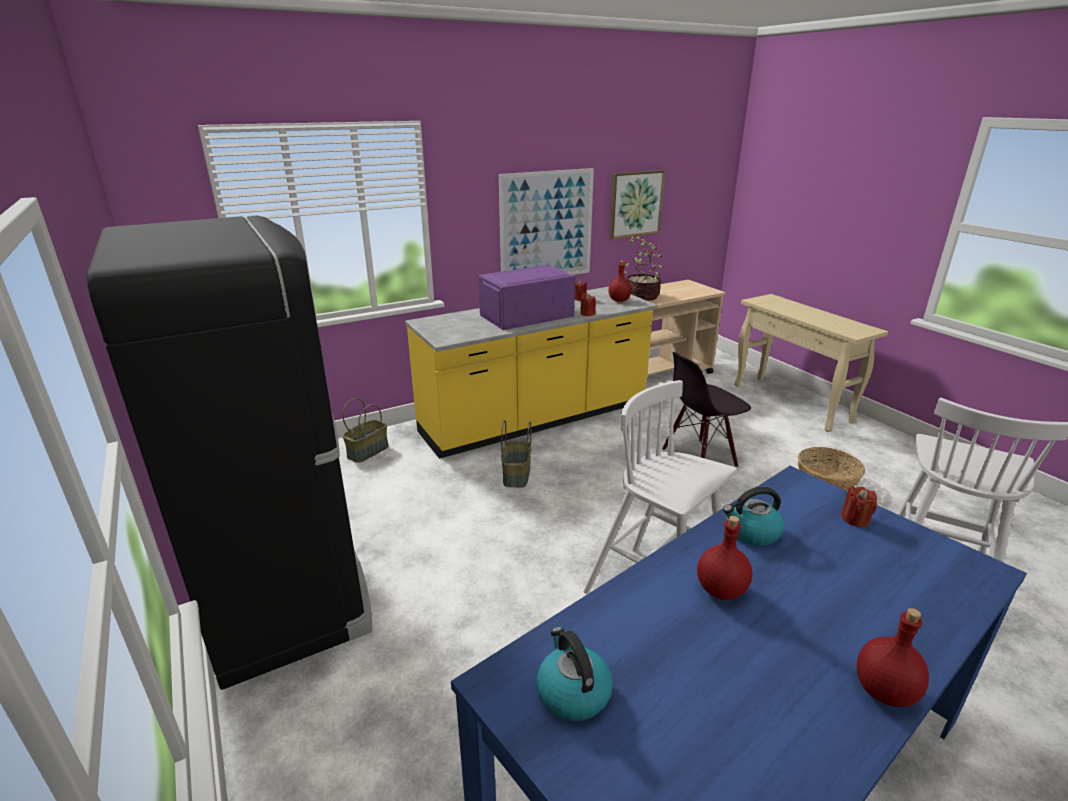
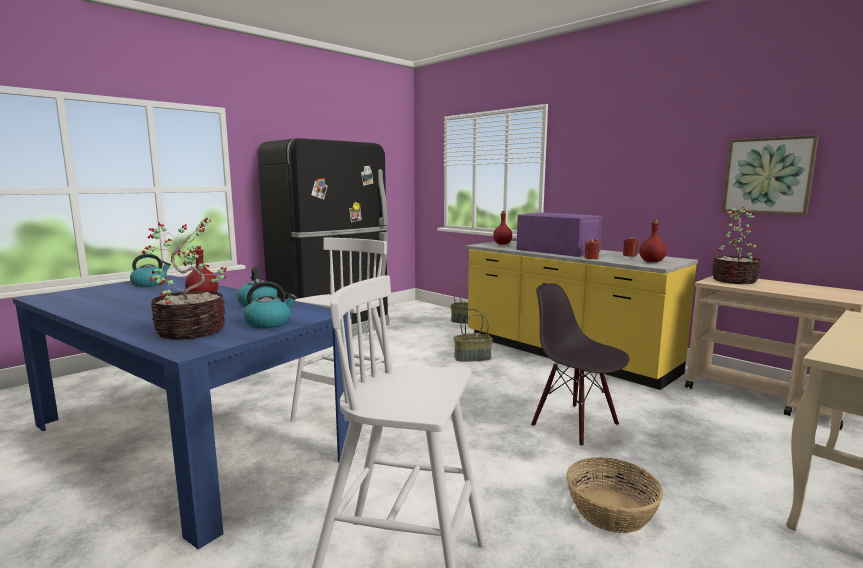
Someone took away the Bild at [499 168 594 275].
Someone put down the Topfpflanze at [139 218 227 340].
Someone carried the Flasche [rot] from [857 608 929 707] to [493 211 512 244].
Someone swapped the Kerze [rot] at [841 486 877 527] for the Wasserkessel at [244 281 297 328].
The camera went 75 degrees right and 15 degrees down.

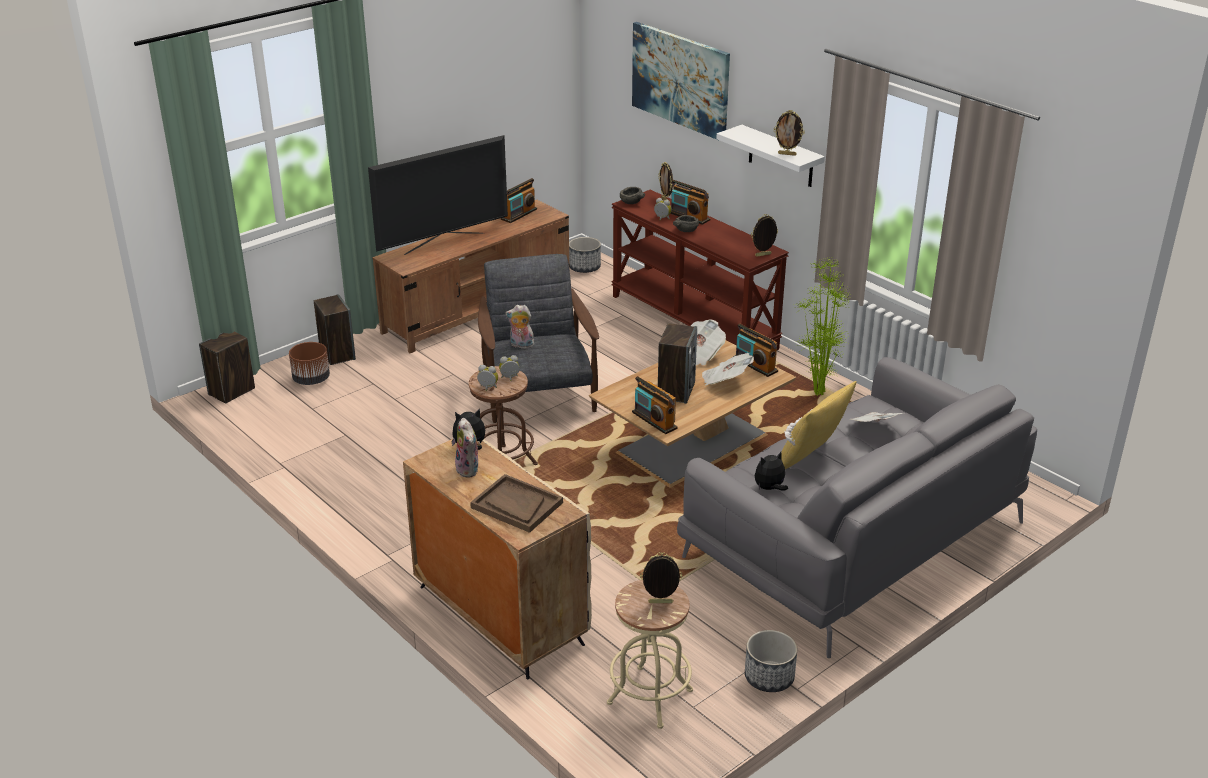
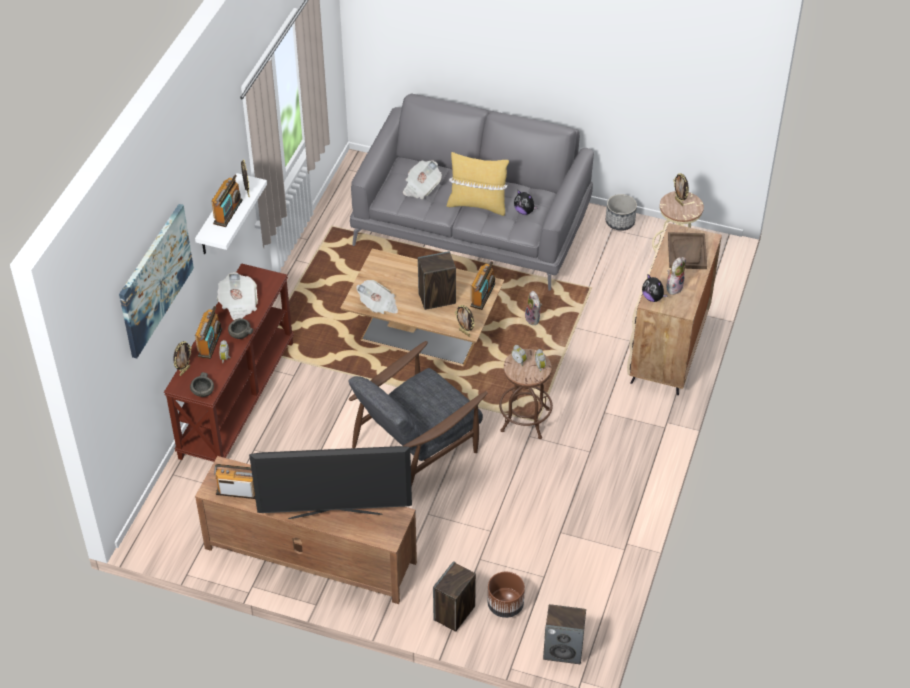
Someone took away the Pflanzkübel at [569 237 601 273].
Someone took away the Topfpflanze at [794 258 850 396].
Someone carried the Plüschtier from [505 305 534 349] to [525 291 542 325].
Someone carried the Zeitung from [702 353 754 386] to [217 272 258 320].
Someone carried the Radio from [733 323 778 377] to [211 175 243 227].
Someone carried the Bilderrahmen from [751 214 778 257] to [455 305 475 337].
Someone rotated the Fernseher at [368 135 508 255] by 150 degrees clockwise.
The camera went 120 degrees left and 15 degrees up.

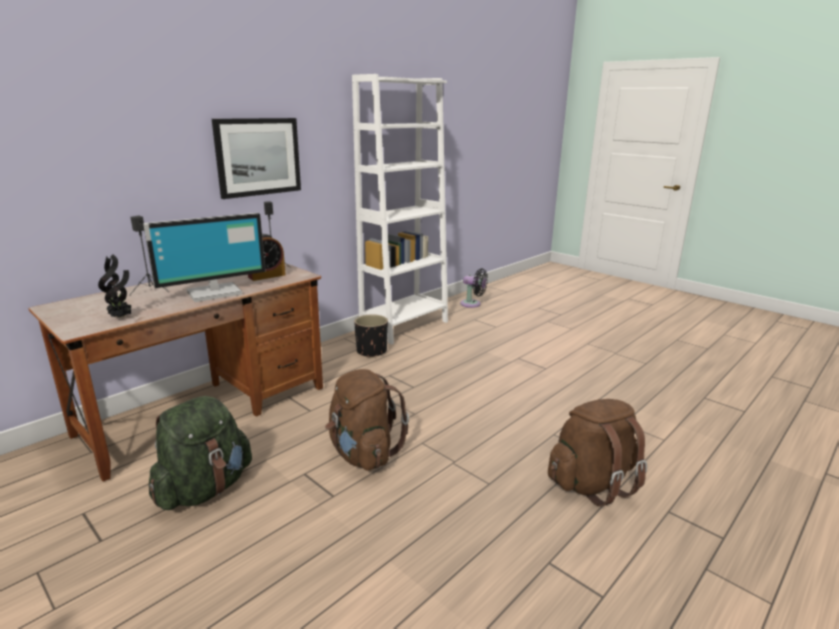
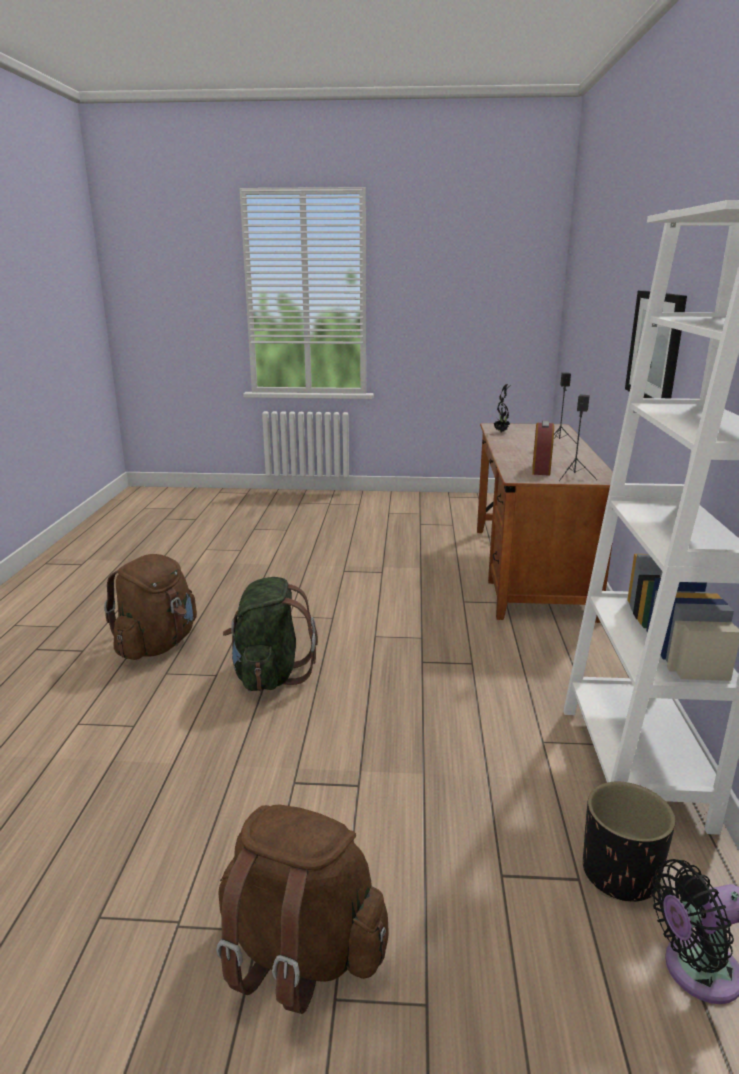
Someone took away the Monitor at [143 213 266 302].
Someone carried the Rucksack [grün] from [149 396 252 510] to [223 577 318 691].
Someone carried the Rucksack [braun] from [325 369 409 471] to [216 804 389 1014].
Someone carried the Pflanzkübel [schwarz] from [354 314 388 358] to [583 782 675 902].
The camera went 140 degrees right and 0 degrees up.

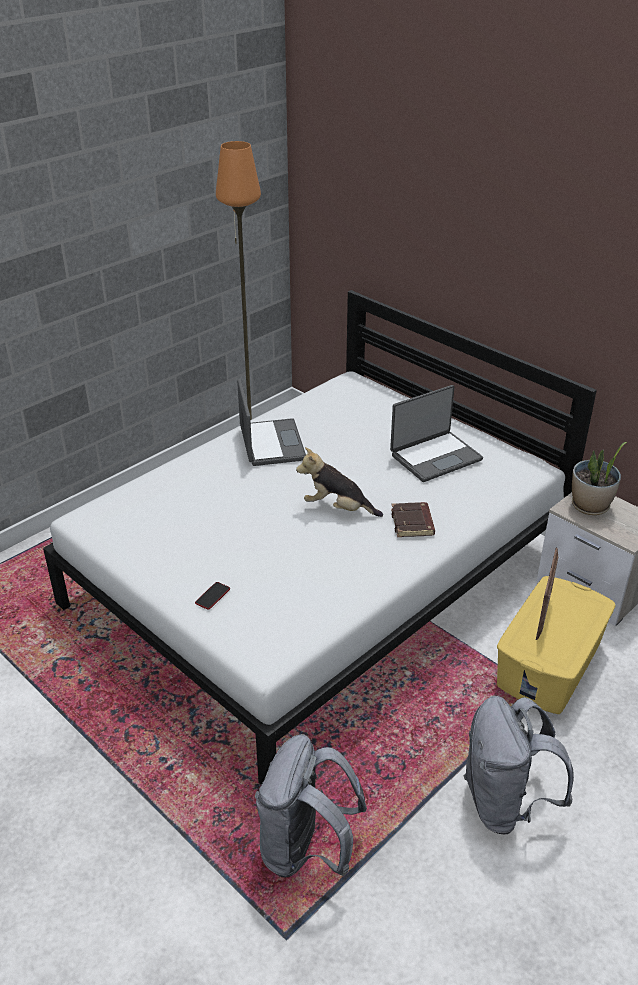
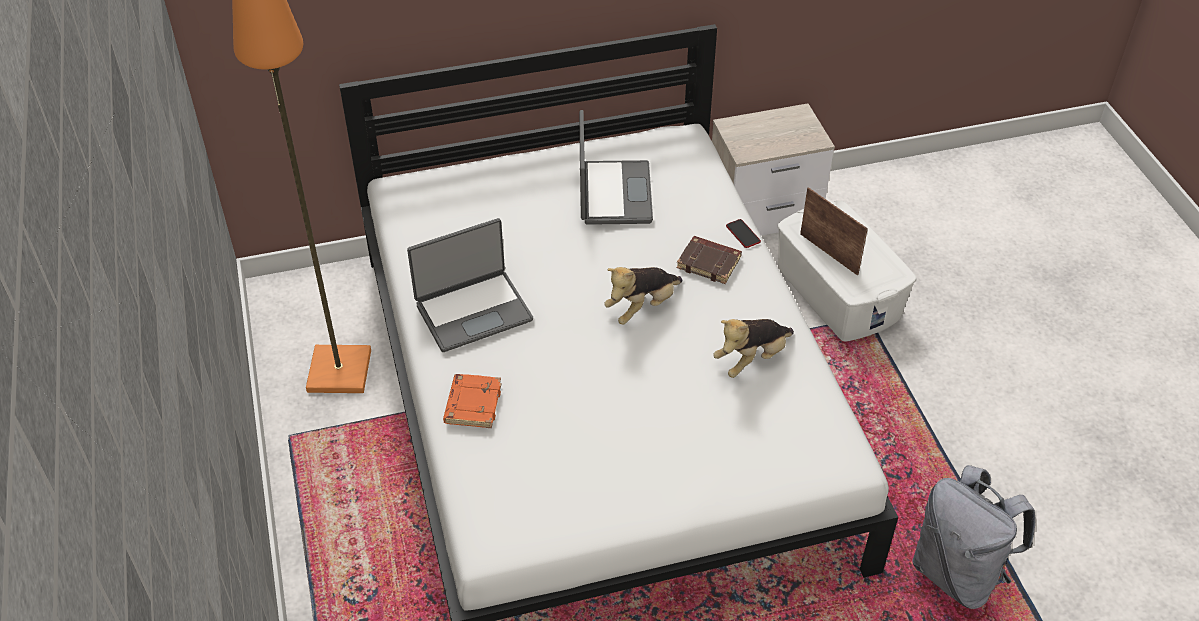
Someone took away the Rucksack [grau] at [464 696 574 834].
Someone took away the Topfpflanze at [572 442 627 515].
Someone put down the Buch [orange] at [443 374 502 428].
Someone put down the Plüschtier at [713 319 794 378].
Someone carried the Handy from [195 582 230 610] to [726 219 761 248].
Someone repainted the Aufbewahrungsbox [gelb] at [497 576 616 714], which became the Aufbewahrungsbox [weiß] at [778 201 917 341].
Someone rotated the Laptop at [237 379 306 466] by 135 degrees clockwise.
The camera went 60 degrees left and 10 degrees up.

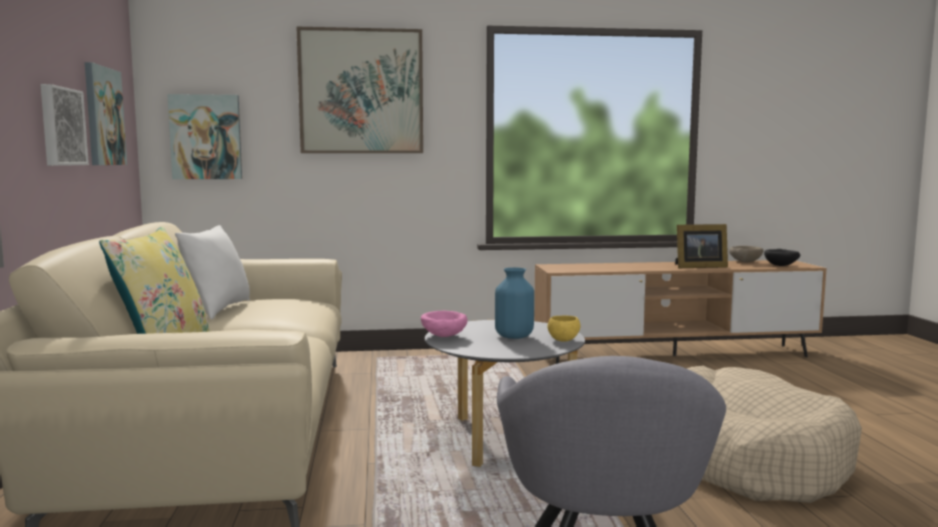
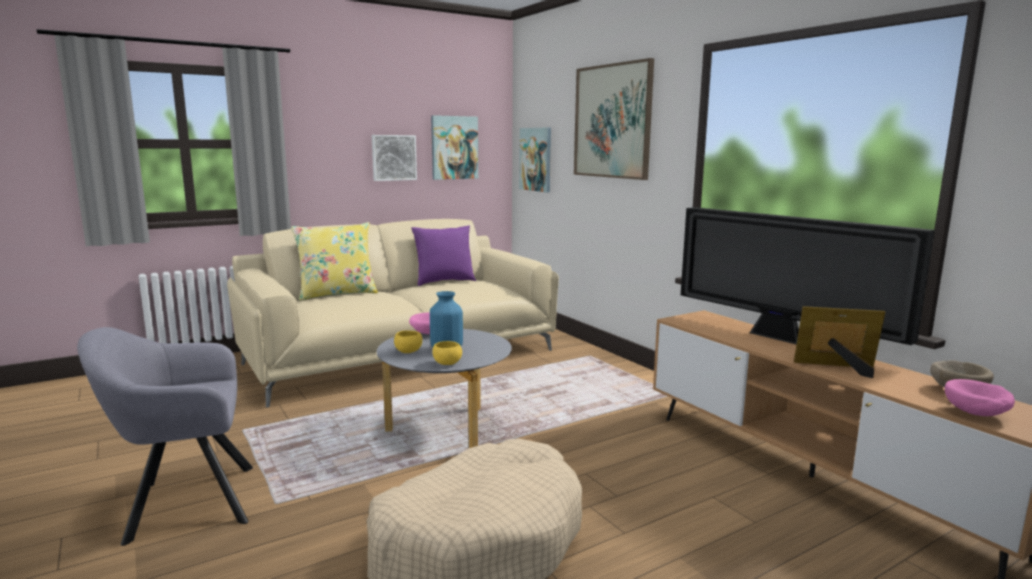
Someone put down the Schüssel [gelb] at [394 331 422 353].
Someone put down the Fernseher at [681 207 935 345].
Someone repainted the Kissen [weiß] at [175 225 250 319], which became the Kissen [lila] at [411 226 476 286].
Someone repainted the Schüssel [schwarz] at [764 249 800 266], which became the Schüssel [rosa] at [945 379 1015 416].
Someone rotated the Bilderrahmen at [675 224 728 268] by 135 degrees clockwise.
The camera went 65 degrees right and 5 degrees up.

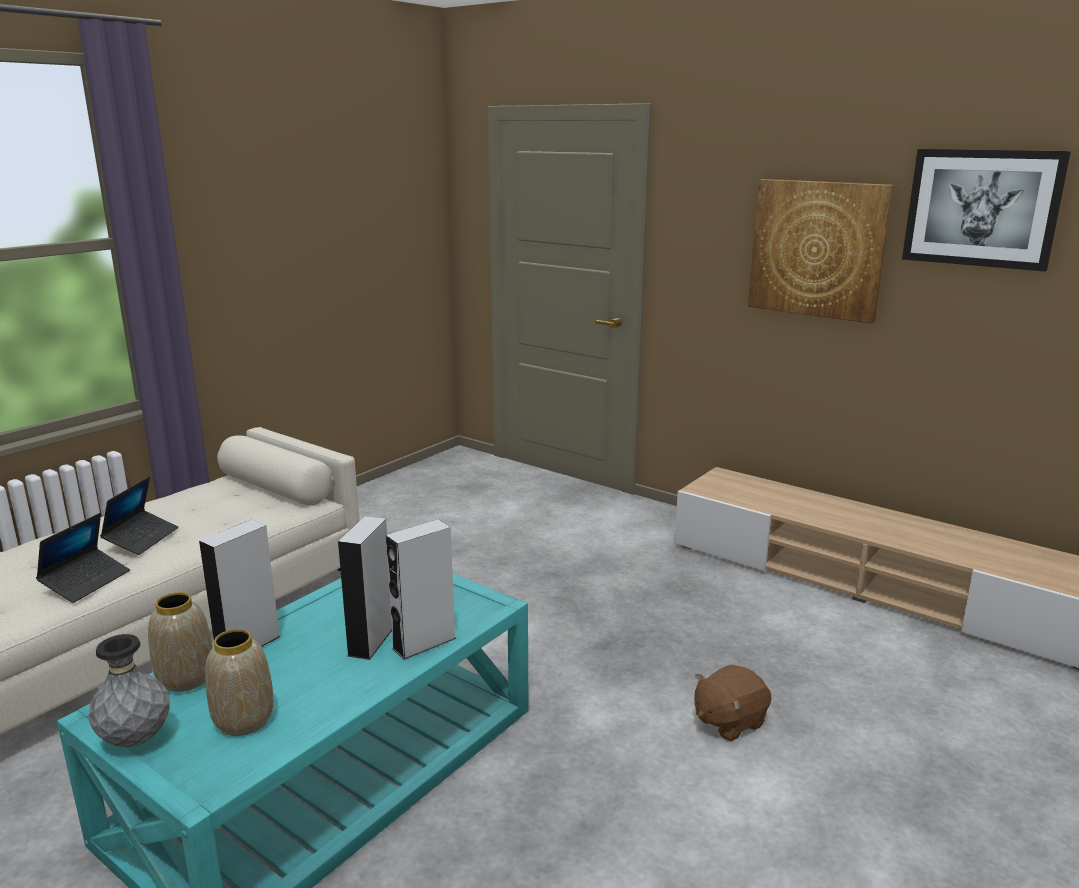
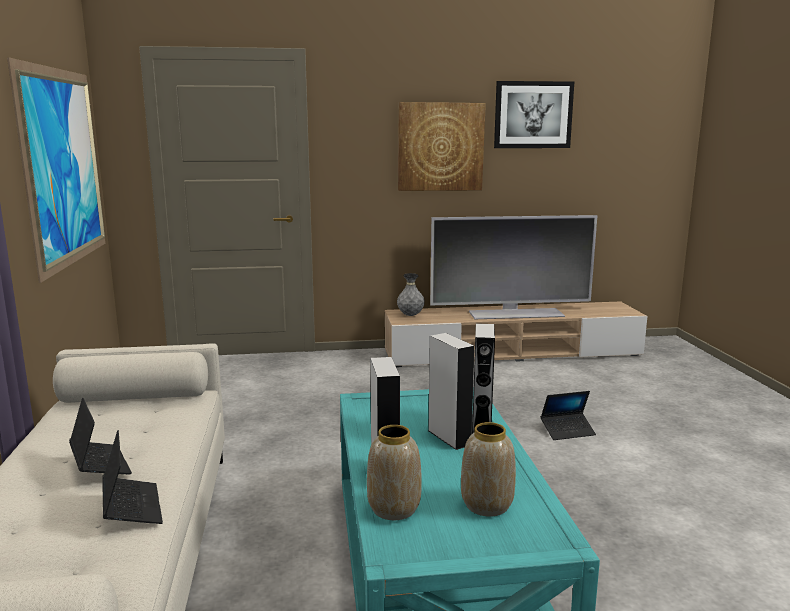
Someone put up the Bild at [7 57 105 283].
Someone put down the Fernseher at [430 215 598 319].
Someone carried the Vase [grau] from [88 634 170 747] to [397 273 425 316].
Someone swapped the Plüschtier [braun] at [694 665 772 741] for the Laptop at [541 391 596 440].
The camera went 45 degrees left and 5 degrees down.

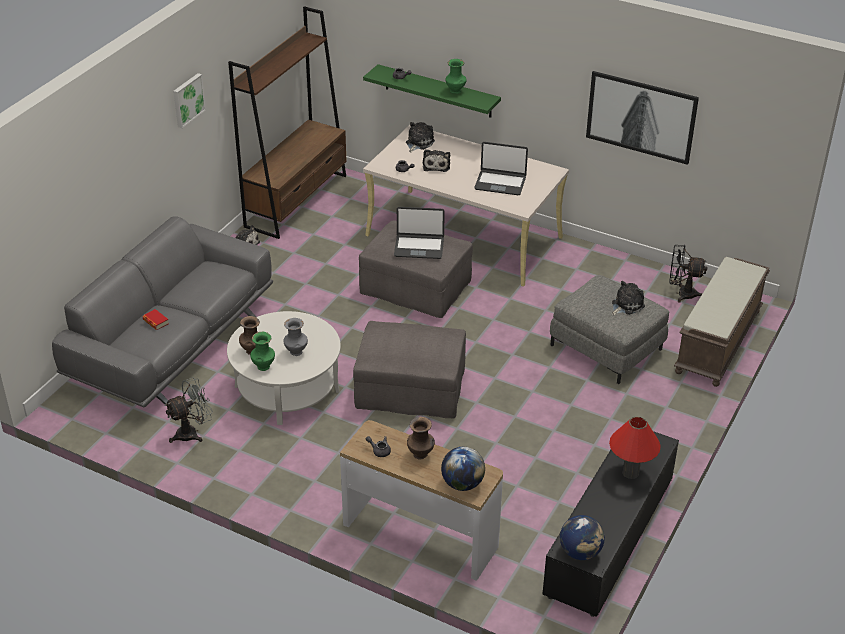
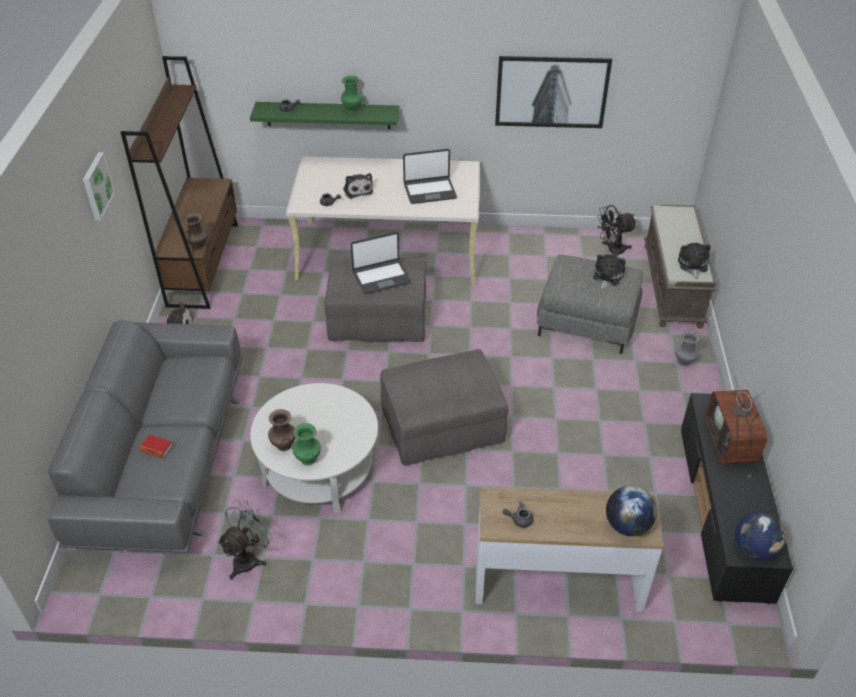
Someone carried the Vase [grau] from [283 318 308 356] to [675 331 700 366].
Someone carried the Plüschtier from [406 122 435 152] to [678 243 711 279].
Someone carried the Vase [braun] from [407 417 435 460] to [184 213 208 250].
Someone swapped the Tischlampe [rot] at [609 417 661 479] for the Fernseher at [705 369 768 478].
The camera went 25 degrees left and 5 degrees up.

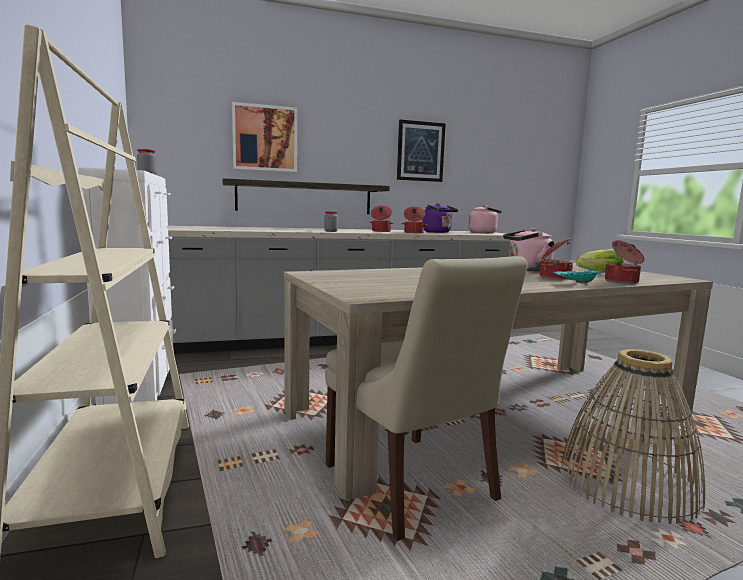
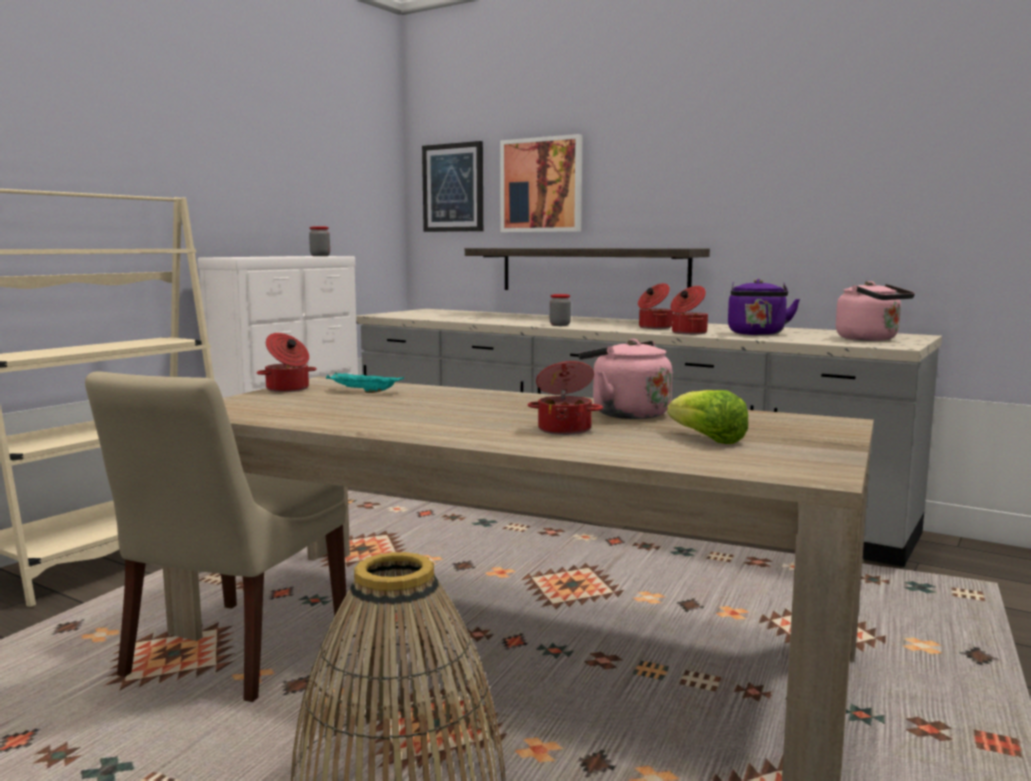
Someone carried the Bild from [397 120 446 182] to [422 141 483 232].
Someone carried the Tablett [türkis] from [553 268 603 284] to [326 373 404 393].
Someone carried the Kochtopf from [605 240 644 284] to [257 333 316 392].
The camera went 50 degrees right and 0 degrees up.

